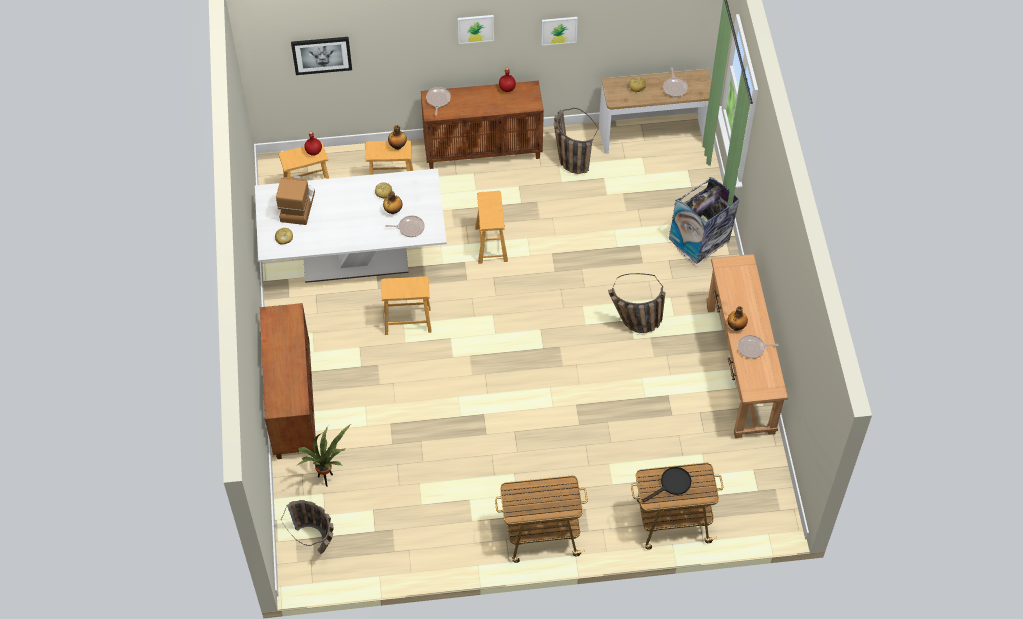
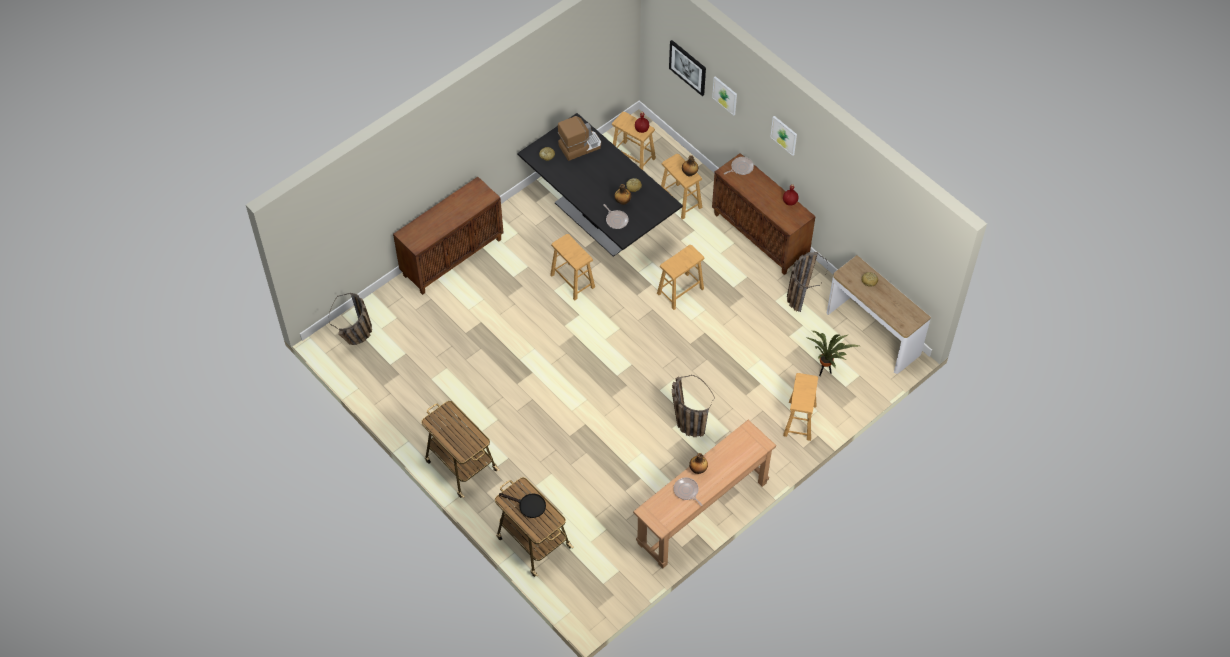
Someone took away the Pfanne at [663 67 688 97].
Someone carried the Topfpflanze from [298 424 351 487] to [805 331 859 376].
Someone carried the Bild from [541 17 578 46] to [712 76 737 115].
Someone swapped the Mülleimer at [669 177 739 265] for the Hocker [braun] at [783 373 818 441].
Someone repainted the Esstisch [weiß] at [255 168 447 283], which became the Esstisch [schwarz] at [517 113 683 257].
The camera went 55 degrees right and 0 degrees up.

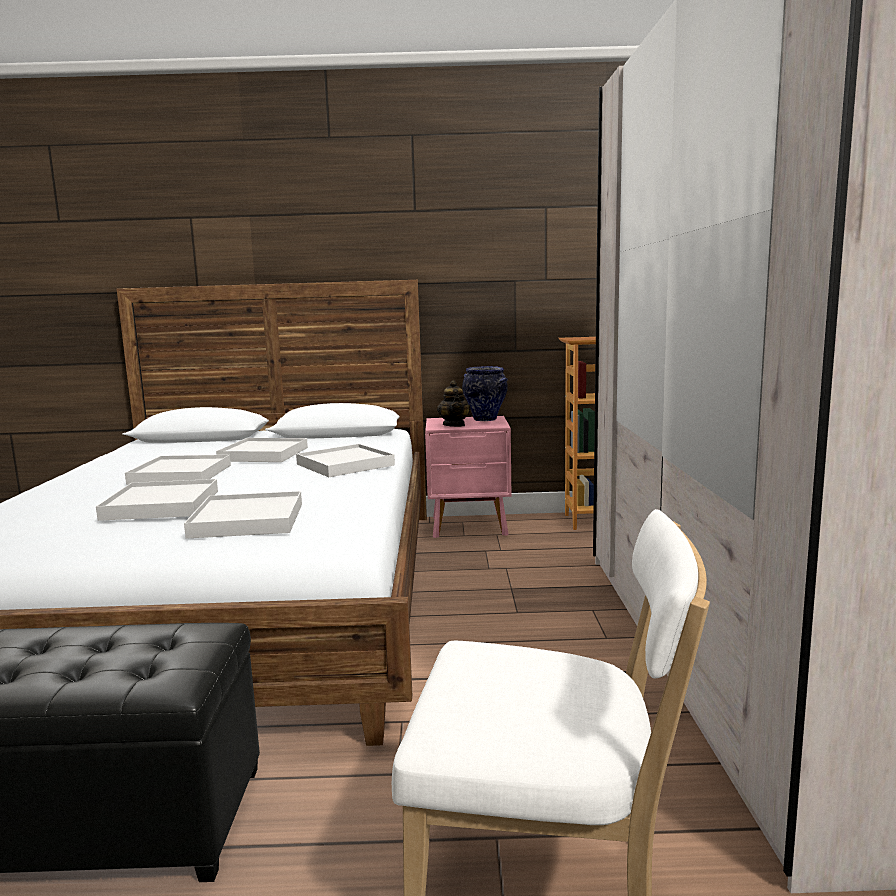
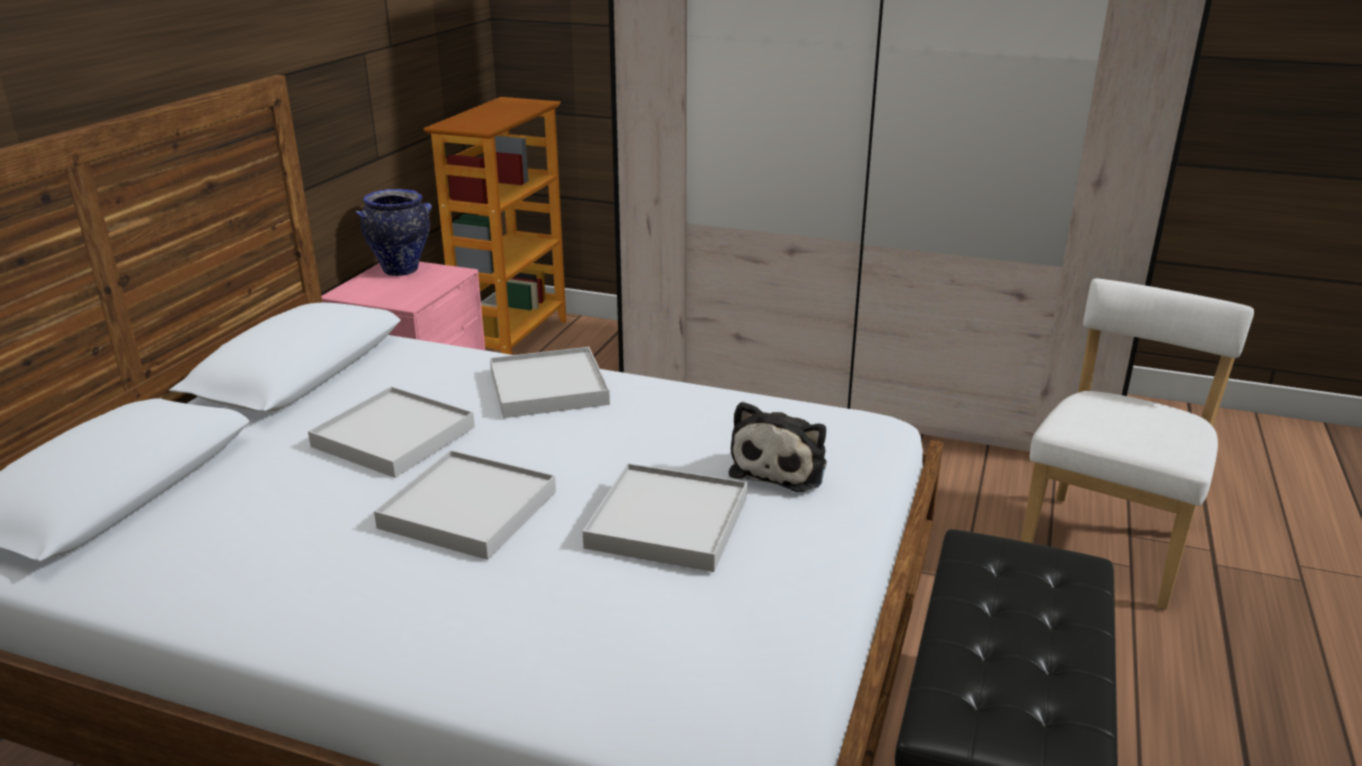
Someone took away the Teekanne at [437 380 471 427].
Someone swapped the Tablett [weiß] at [184 491 302 539] for the Plüschtier at [729 401 827 492].
The camera went 70 degrees left and 15 degrees up.

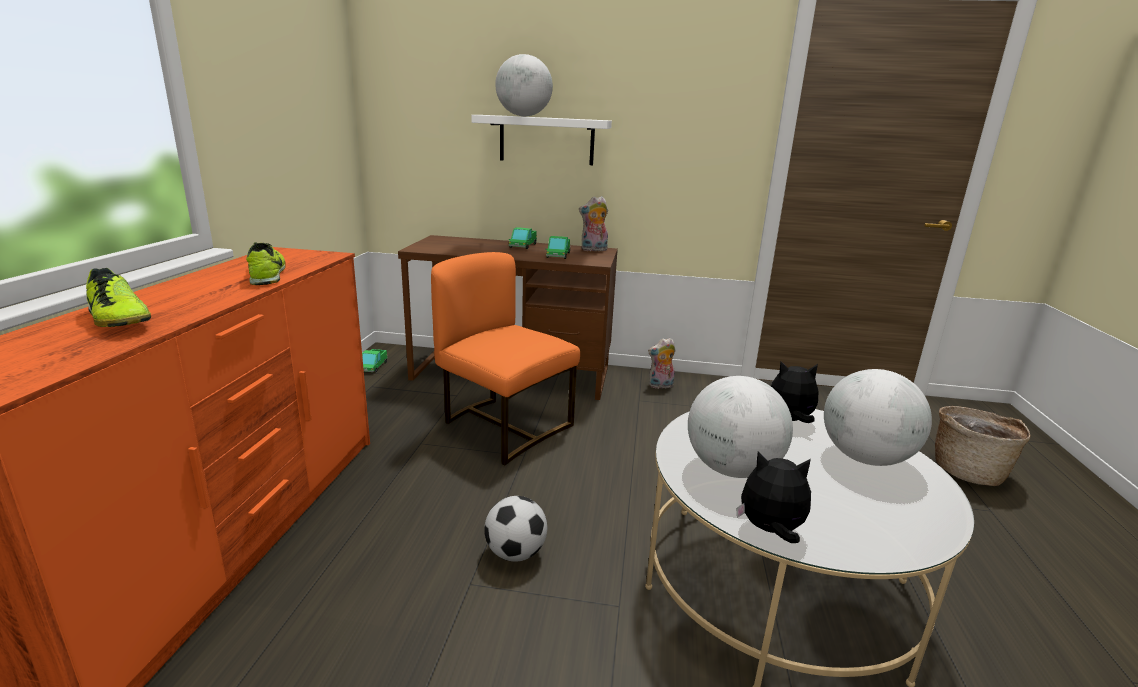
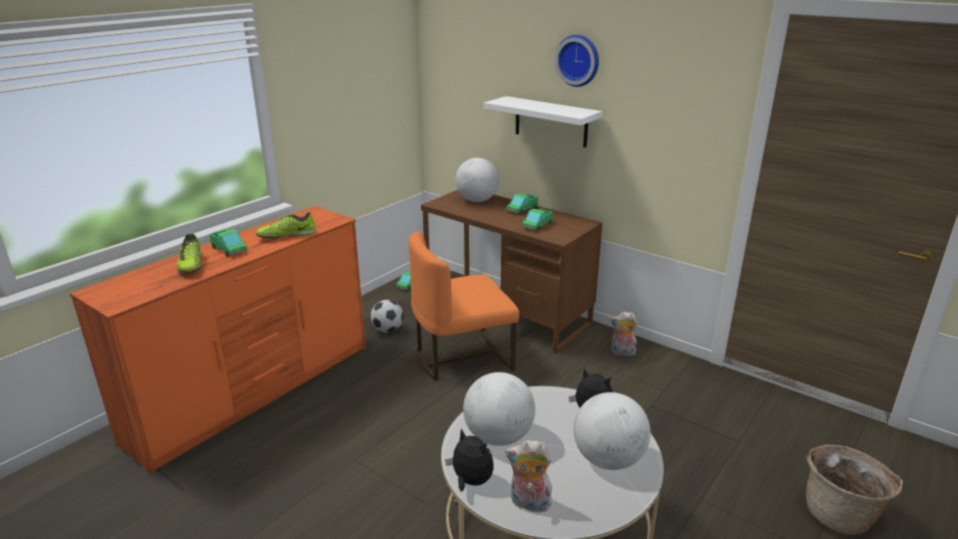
Someone put down the Spielzeuglaster at [210 229 248 257].
Someone put up the Wanduhr at [555 35 599 87].
Someone carried the Fußball from [484 496 547 562] to [370 300 404 333].
Someone carried the Globus from [495 54 553 116] to [455 158 499 202].
Someone carried the Plüschtier from [579 196 608 251] to [505 440 552 513].
Someone rotated the Schuh at [246 242 286 285] by 120 degrees counterclockwise.
Someone rotated the Stuhl [orange] at [431 252 580 465] by 90 degrees counterclockwise.
The camera went 30 degrees right and 5 degrees up.

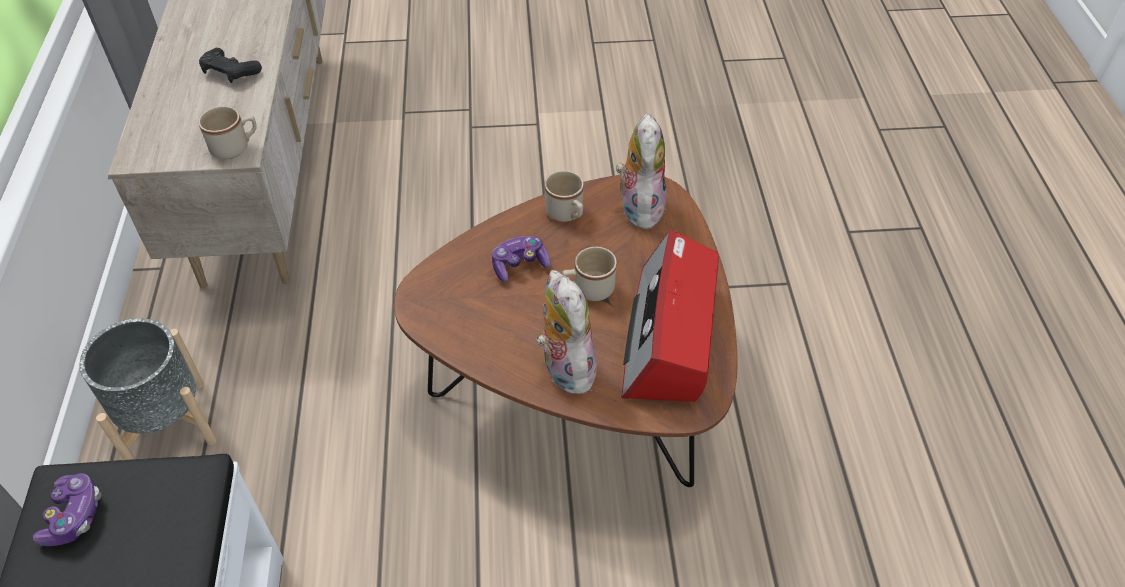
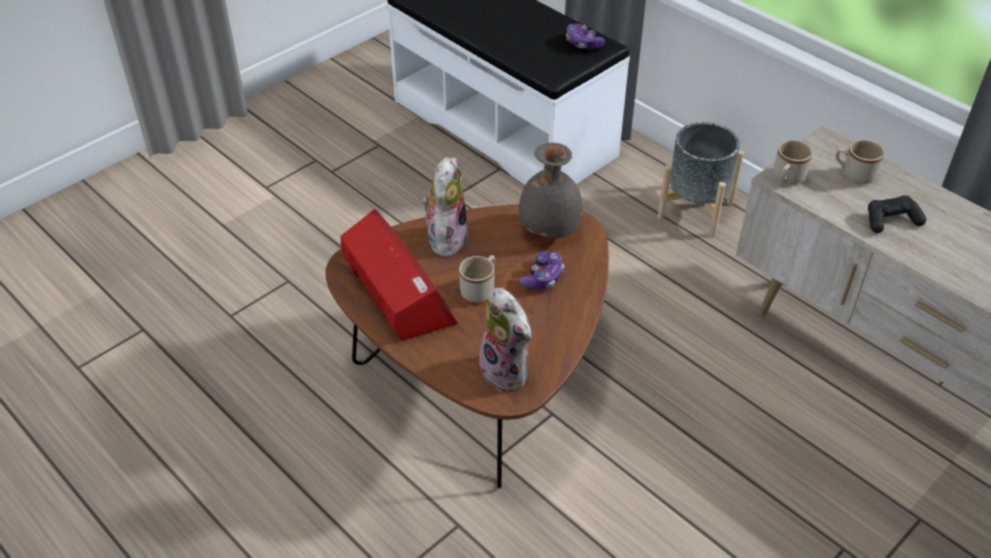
Someone put down the Vase [grau] at [519 143 583 238].
Someone carried the Henkelbecher [beige] from [545 171 584 222] to [835 140 885 184].
Someone rotated the Plüschtier at [536 270 597 394] by 105 degrees counterclockwise.
The camera went 140 degrees right and 5 degrees down.

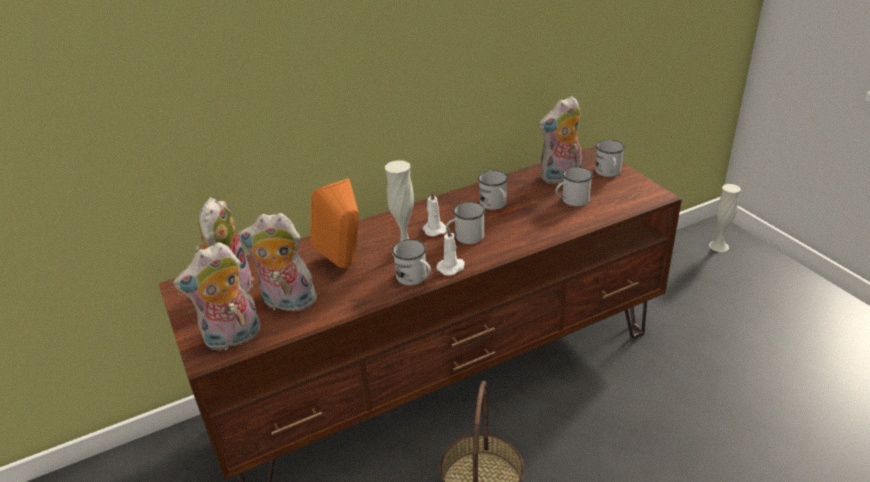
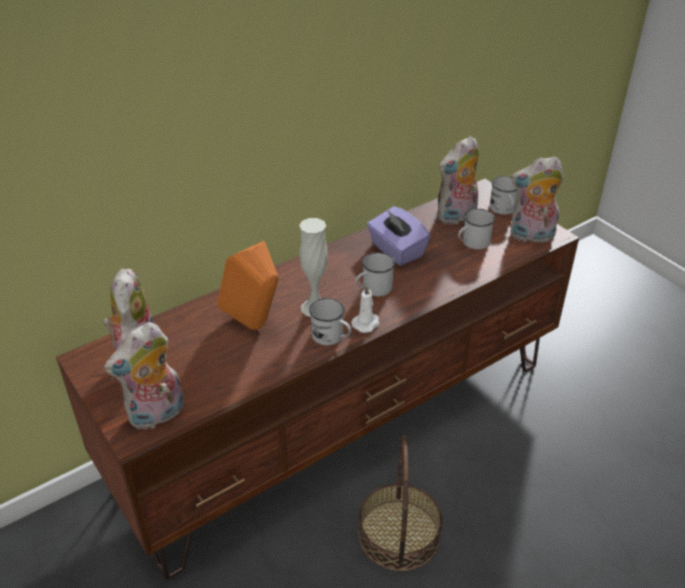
Someone took away the Kerze [weiß] at [423 191 447 236].
Someone took away the Vase [weiß] at [709 184 741 252].
Someone carried the Plüschtier from [238 213 317 312] to [510 156 564 243].
Someone swapped the Henkelbecher [weiß] at [478 170 508 210] for the Taschentuchbox [lila] at [367 206 430 266].
The camera went 10 degrees left and 5 degrees up.

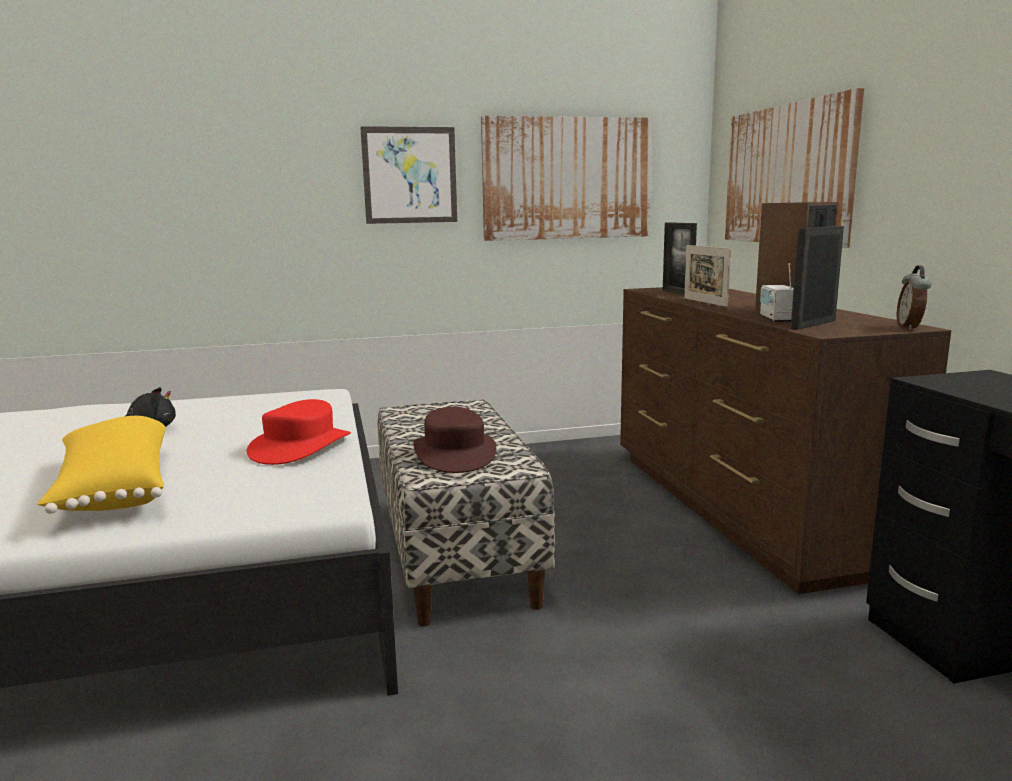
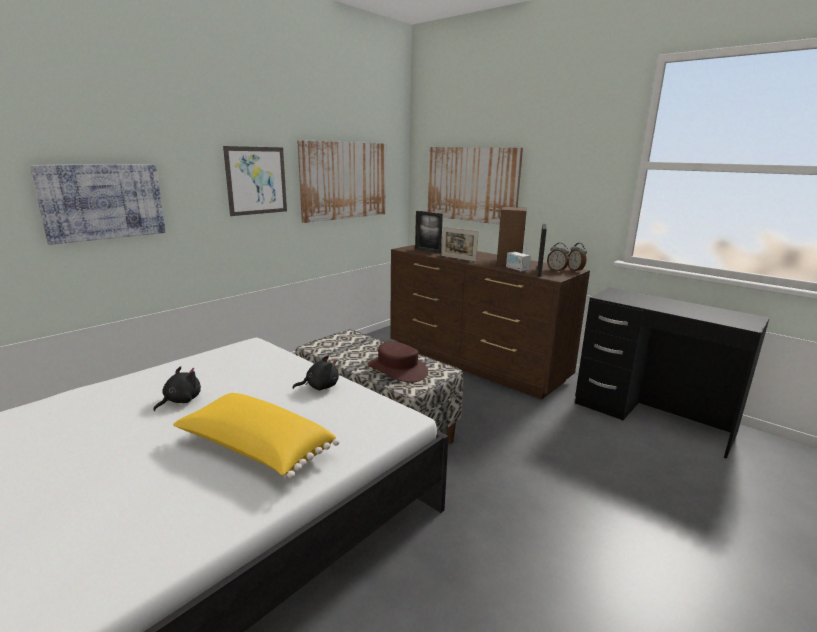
Someone put up the Bild at [30 165 166 245].
Someone put down the Wecker at [547 243 569 272].
Someone swapped the Hut [rot] at [247 399 351 465] for the Plüschtier [schwarz] at [292 356 339 390].
The camera went 35 degrees left and 5 degrees up.

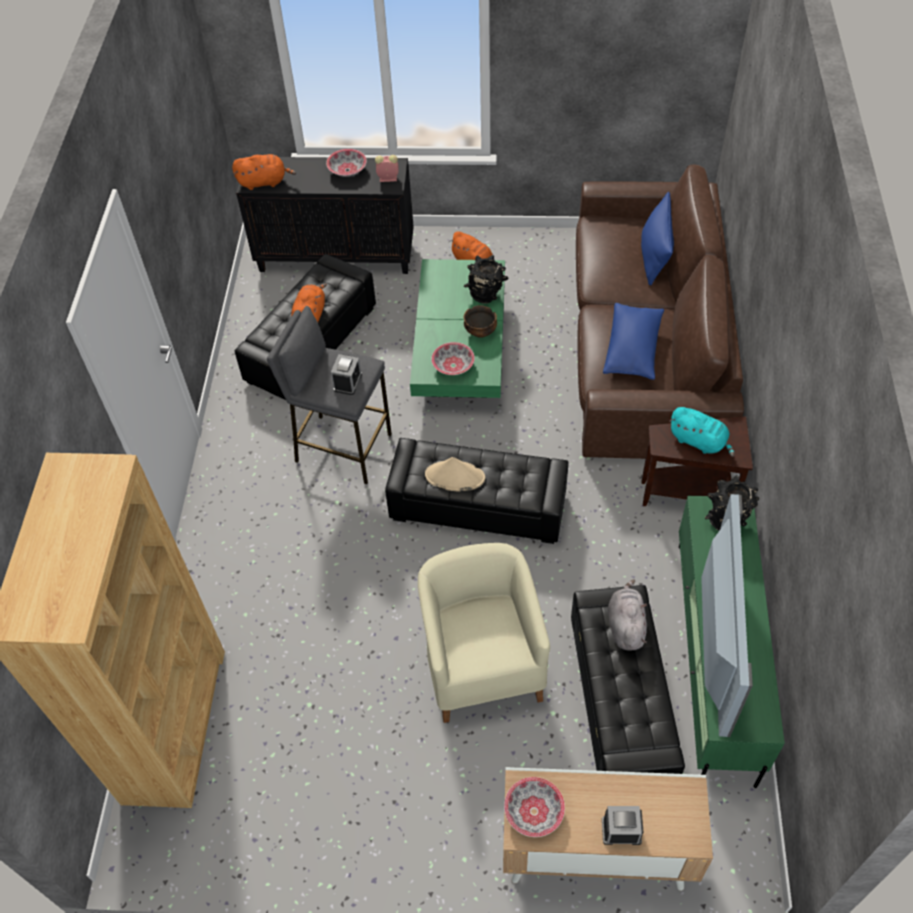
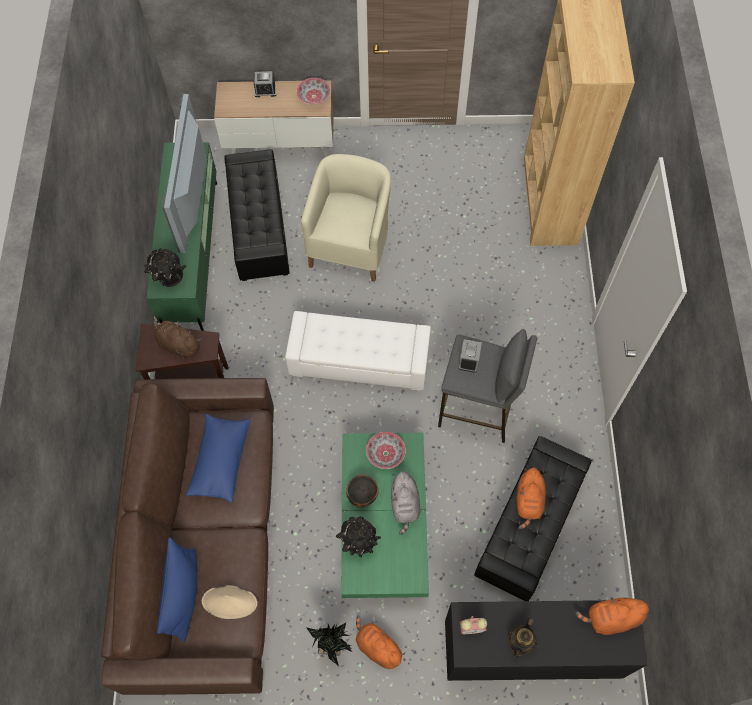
Someone put down the Topfpflanze at [307 623 352 666].
Someone carried the Hut [beige] from [425 457 485 491] to [202 585 257 619].
Someone carried the Plüschtier [grau] from [608 580 647 651] to [391 471 421 535].
Someone swapped the Schüssel at [326 149 367 177] for the Teekanne at [508 618 537 658].
Someone repainted the Polsterhocker [schwarz] at [385 438 569 544], which became the Polsterhocker [weiß] at [285 311 431 391].
Someone repainted the Plüschtier [türkis] at [669 407 735 457], which became the Plüschtier [braun] at [154 318 201 359].
Someone rotated the Sessel [beige] at [418 543 550 723] by 150 degrees counterclockwise.
The camera went 175 degrees right and 10 degrees up.

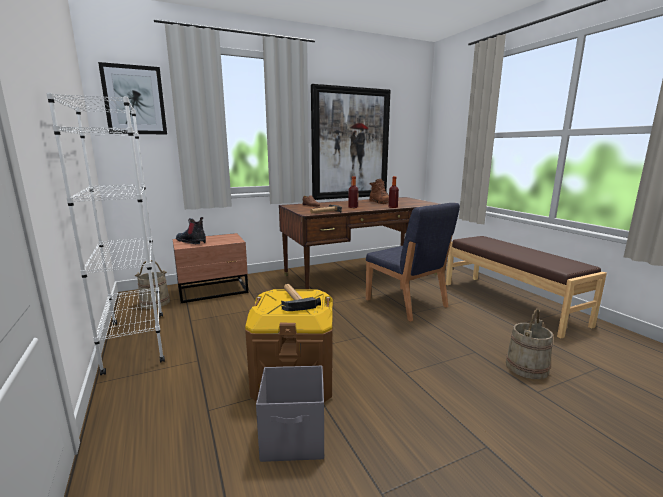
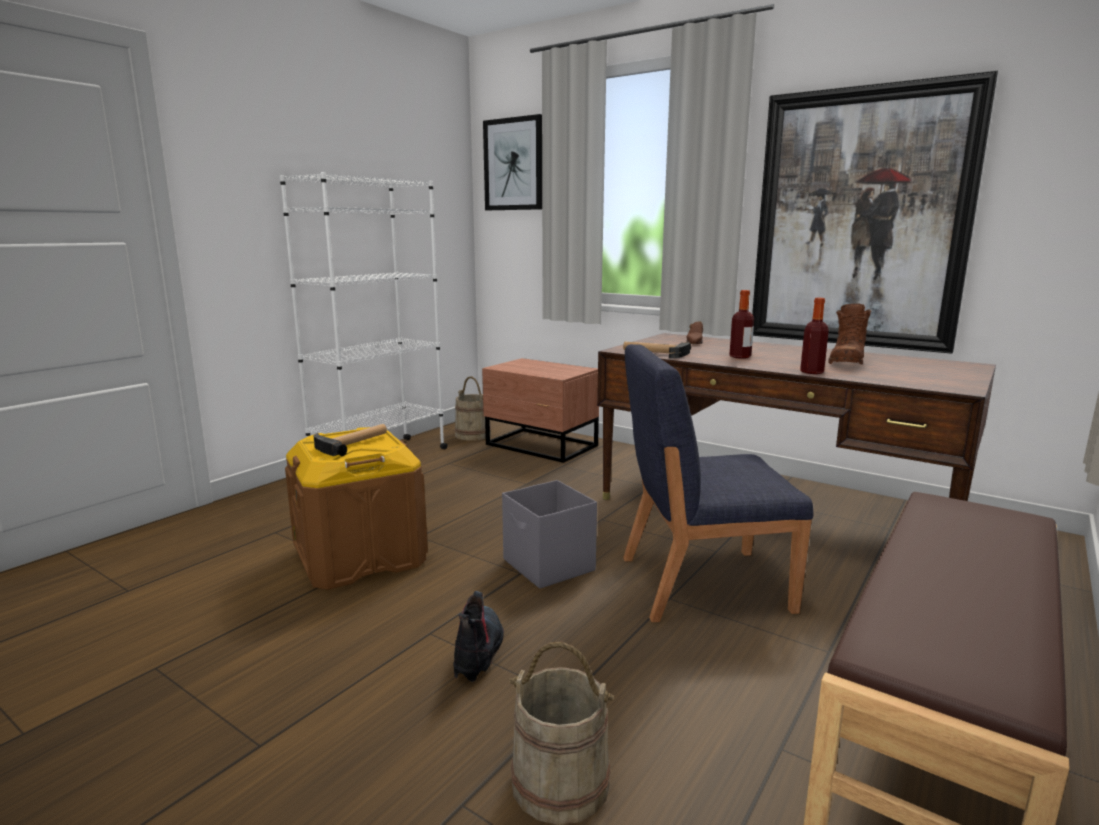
Someone carried the Stiefel from [176 217 206 244] to [453 591 504 682].
Someone carried the Aufbewahrungsbox [grau] from [256 366 324 462] to [502 480 597 589].
Someone rotated the Stuhl [blau] at [366 203 460 322] by 60 degrees clockwise.
The camera went 60 degrees right and 0 degrees up.

